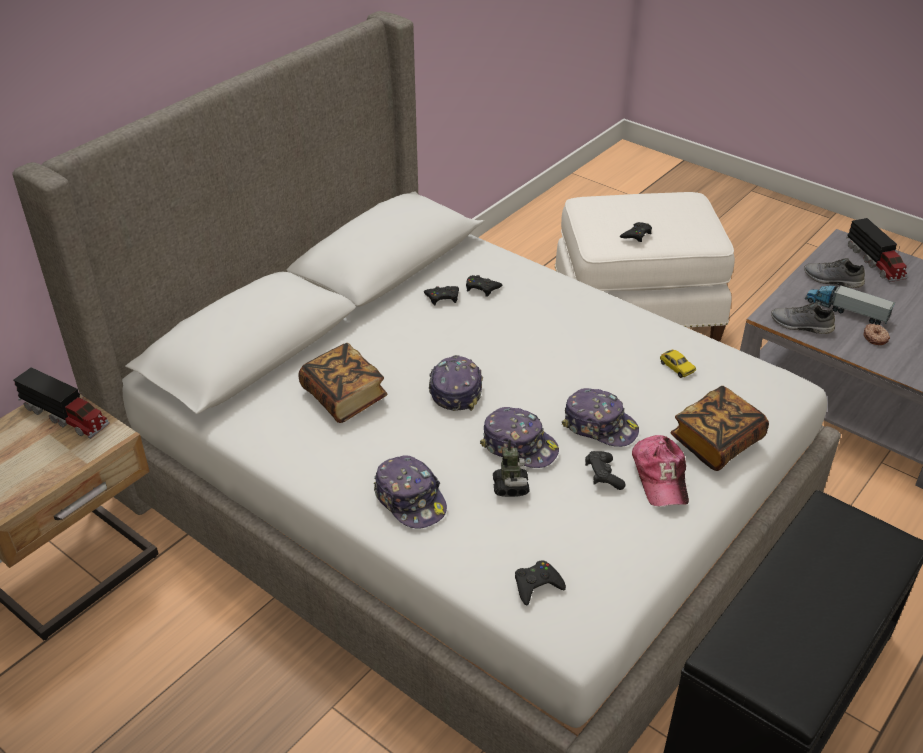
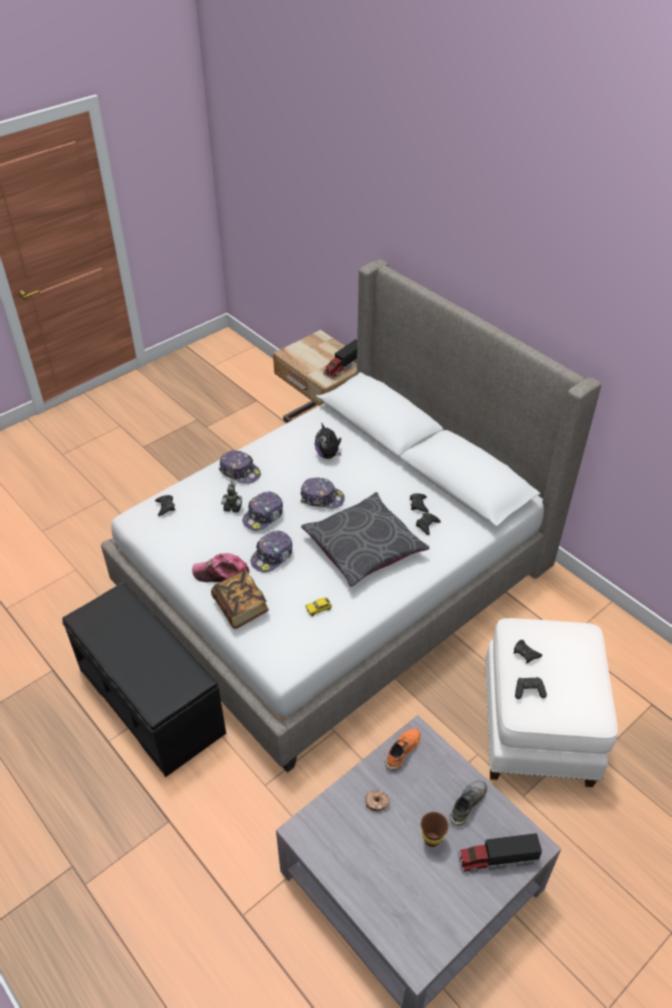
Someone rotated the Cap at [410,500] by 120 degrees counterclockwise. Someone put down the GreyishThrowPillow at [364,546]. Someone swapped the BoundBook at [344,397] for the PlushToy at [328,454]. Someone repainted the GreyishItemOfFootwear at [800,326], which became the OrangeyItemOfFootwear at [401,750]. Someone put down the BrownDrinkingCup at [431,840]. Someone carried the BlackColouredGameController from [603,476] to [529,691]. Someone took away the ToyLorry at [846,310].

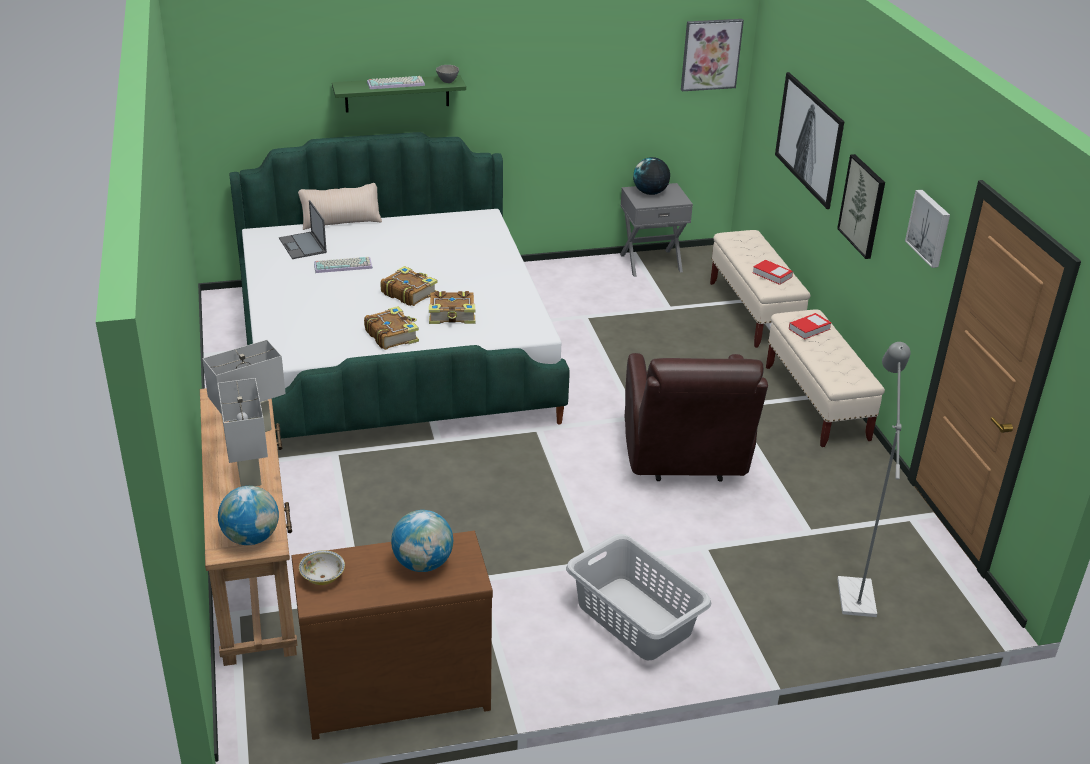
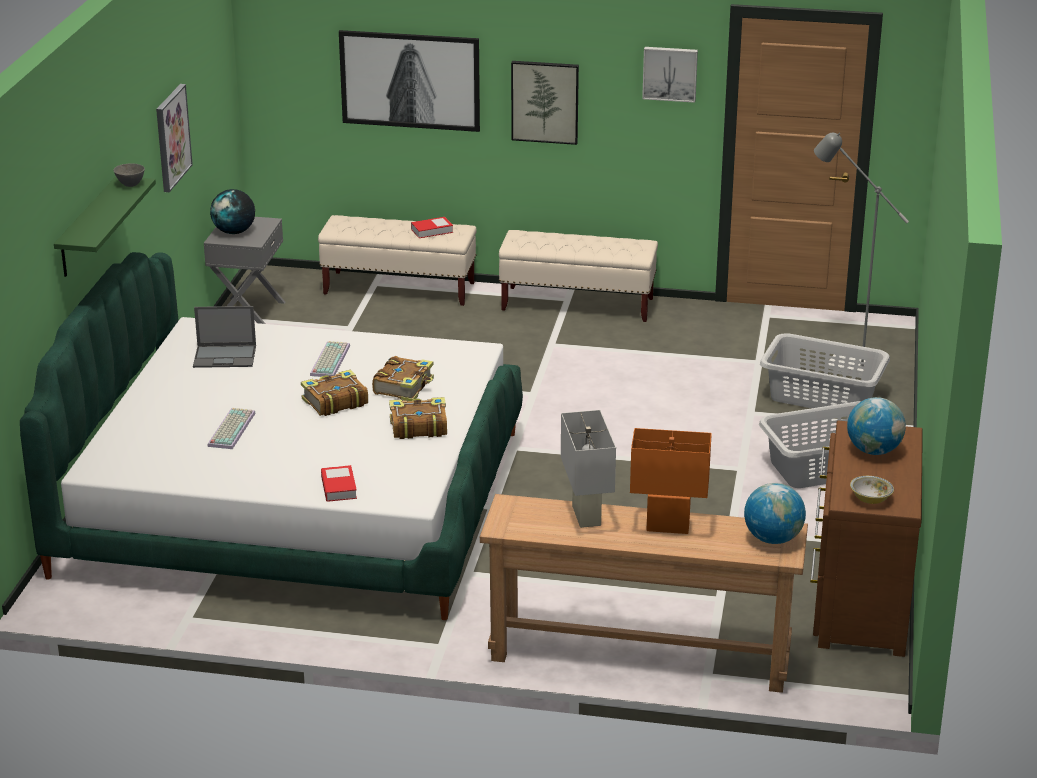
Someone carried the Picture from [711,54] to [172,137]. Someone carried the PortableComputer from [303,246] to [225,356]. Someone carried the PcKeyboard from [396,83] to [329,360]. Someone carried the BoundBook from [809,329] to [339,487]. Someone repainted the WhiteColouredTableLamp at [249,475], which became the OrangeyTableLamp at [668,527]. Someone put down the GreyishWashingBasket at [822,397]. Someone took away the BeigeThrowPillow at [341,222]. Someone took away the BrownEasyChair at [684,459].

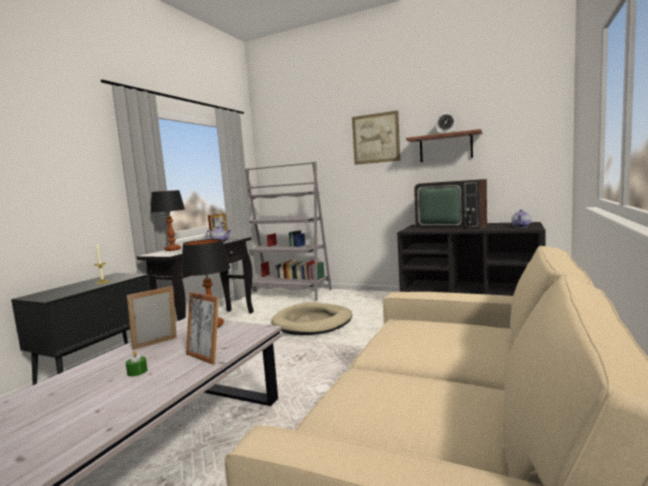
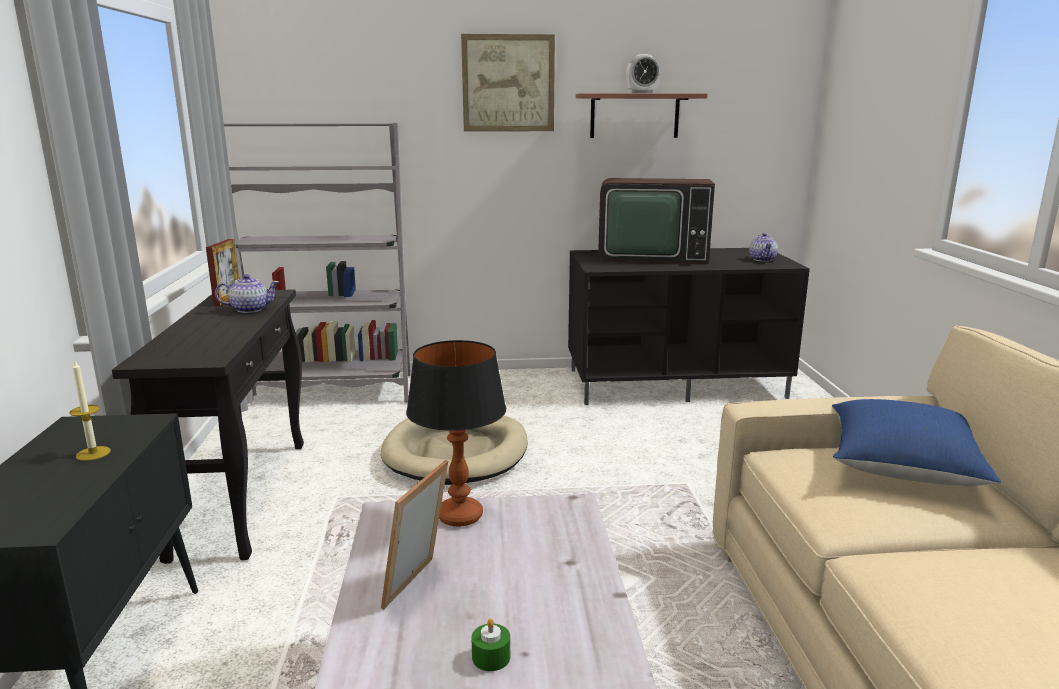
Someone put down the BlueColouredThrowPillow at [902,467]. Someone took away the TableLamp at [173,249]. Someone took away the StandingFrame at [205,357].

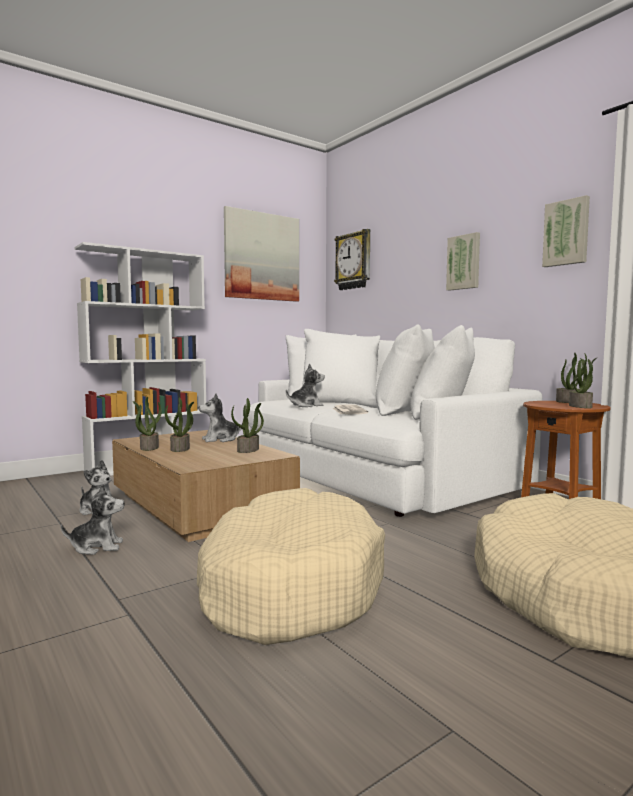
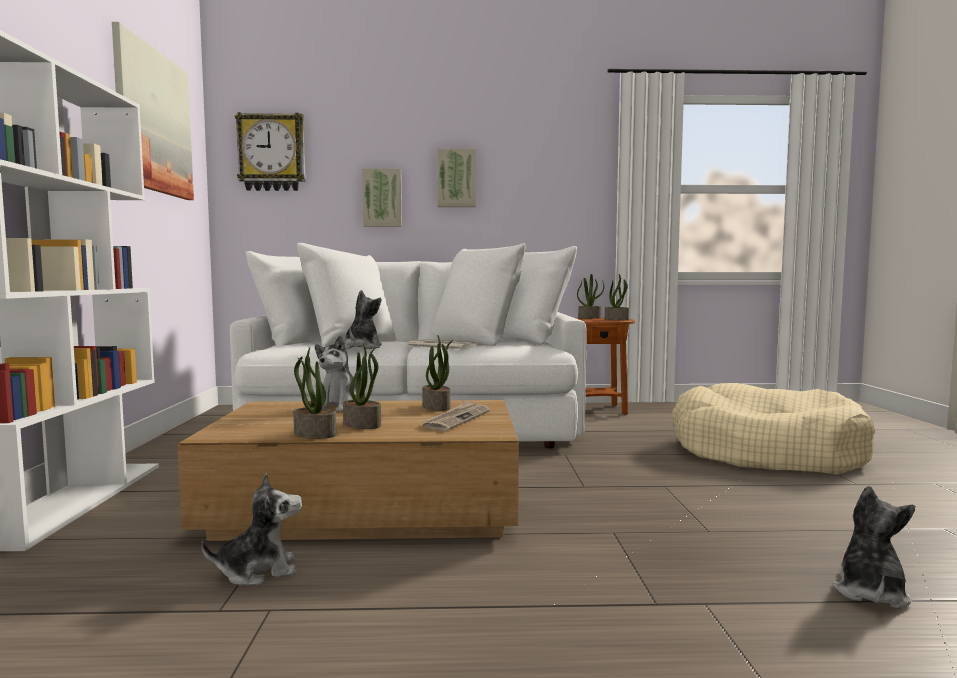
Someone carried the Picture from [566,233] to [382,198]. Someone put down the Newspaper at [456,419]. Someone carried the PlushToy from [97,547] to [870,592]. Someone took away the BeigeDogBed at [288,586].

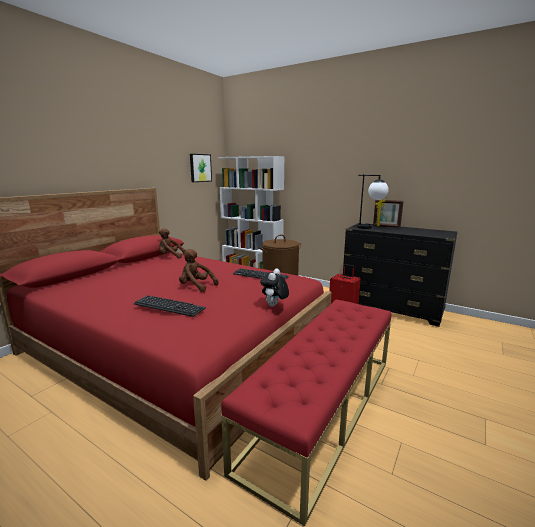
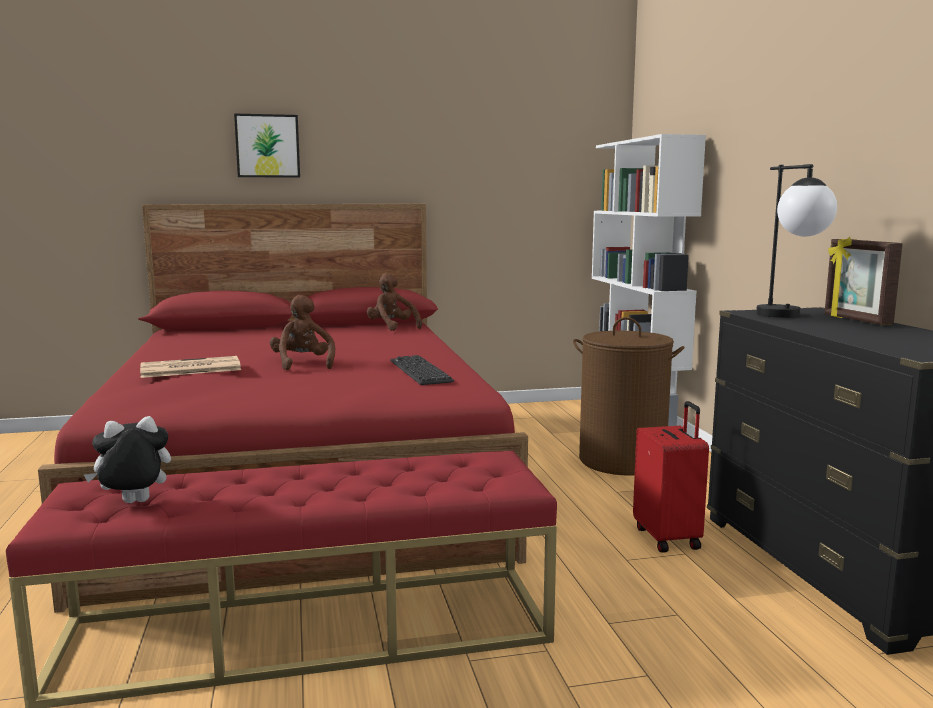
Someone carried the PlushToy from [274,306] to [134,504]. Someone swapped the PcKeyboard at [169,306] for the Newspaper at [189,369]. Someone carried the Picture from [200,168] to [267,146].

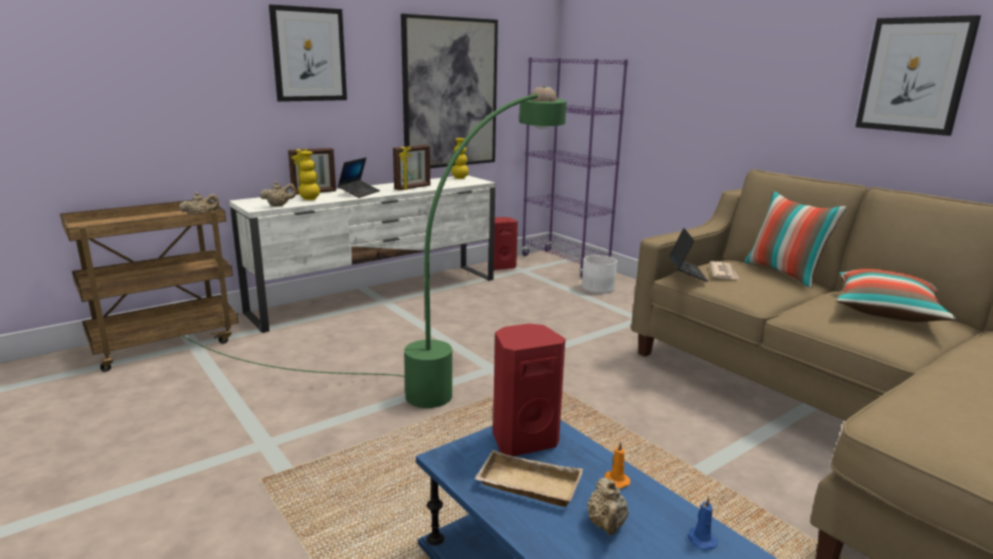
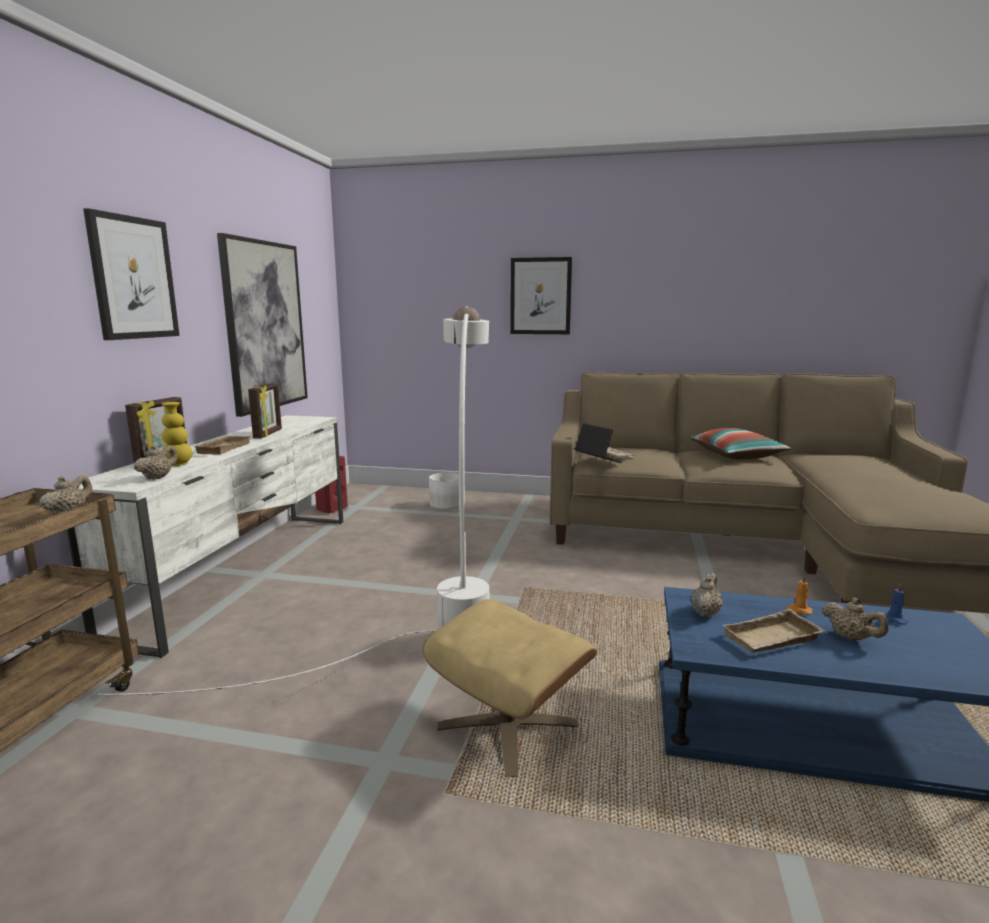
Someone repainted the GreenishStandardLamp at [447,369], which became the WhiteColouredStandardLamp at [438,610]. Someone swapped the PortableComputer at [359,193] for the BeigeCarryingTray at [222,448]. Someone put down the BeigePouffe at [508,725]. Someone carried the Picture from [914,75] to [540,296]. Someone swapped the RedAudioSpeaker at [523,440] for the BeigePotForTea at [705,612]. Someone took away the YellowColouredDecorativeVase at [460,178]. Someone took away the PurpleBookcase at [564,264]. Someone took away the ThrowPillow at [784,274].

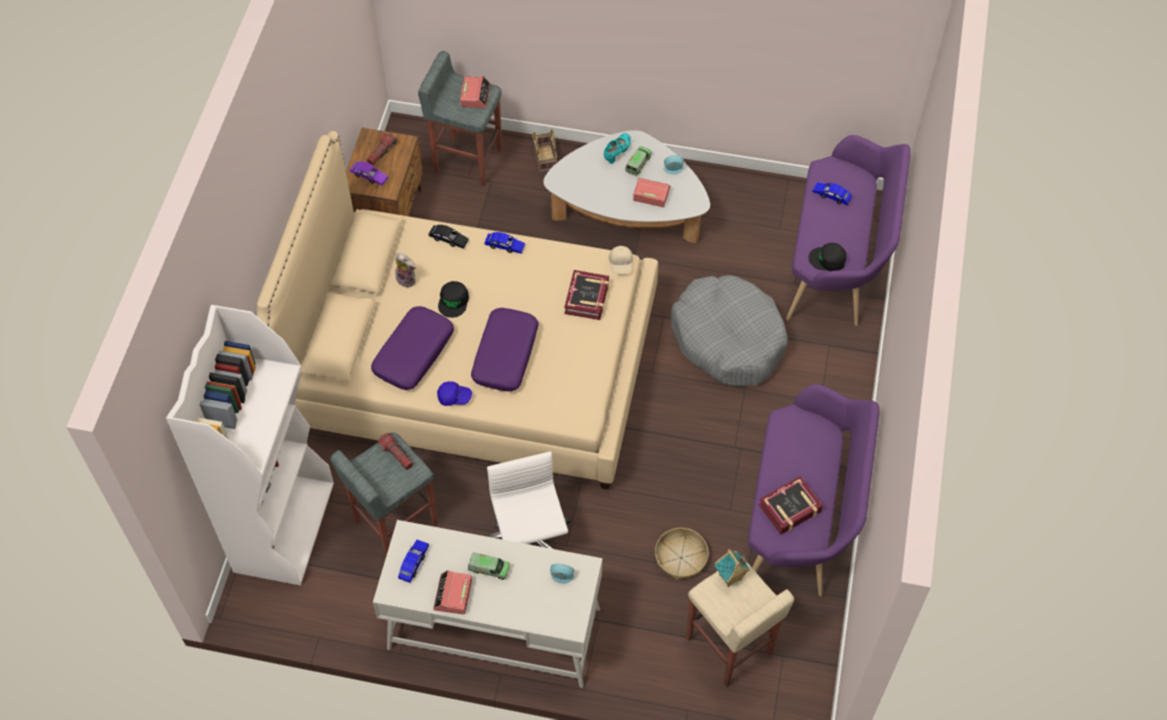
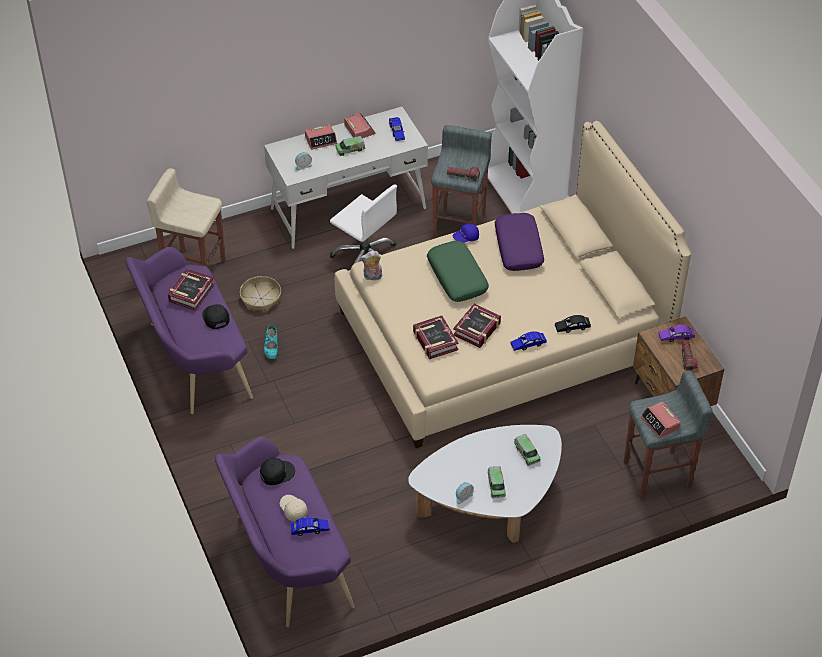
Someone carried the BlackColouredCap from [453,301] to [215,317]. Someone carried the BlueGreenItemOfFootwear from [617,152] to [271,348]. Someone carried the BeigeCap from [621,264] to [293,510]. Someone carried the TableClock from [651,194] to [321,140]. Someone carried the PlushToy from [407,279] to [372,277]. Someone repainted the PurpleThrowPillow at [505,354], which became the GreenishThrowPillow at [457,277]. Someone put down the BoundBook at [477,329]. Someone put down the ToyLorry at [527,453]. Someone took away the StorageBasket at [546,159]. Someone took away the GreyishDogBed at [728,339]. Someone took away the ModelHouse at [730,578].

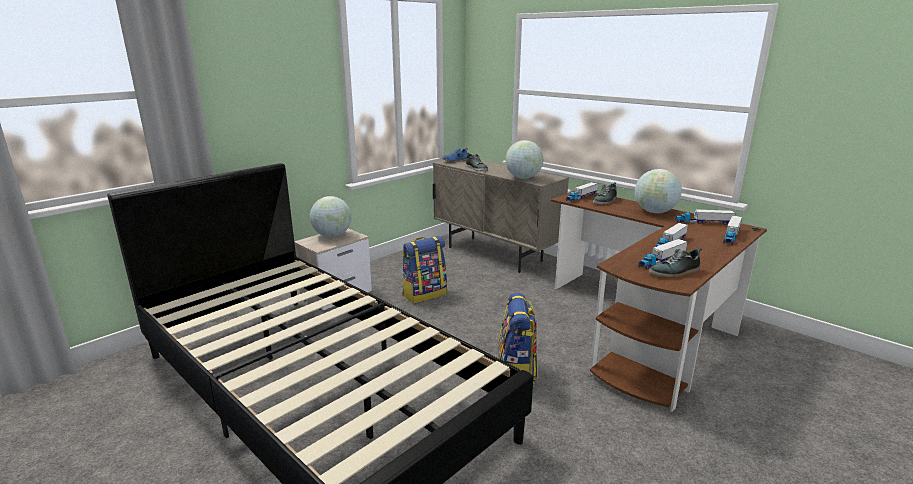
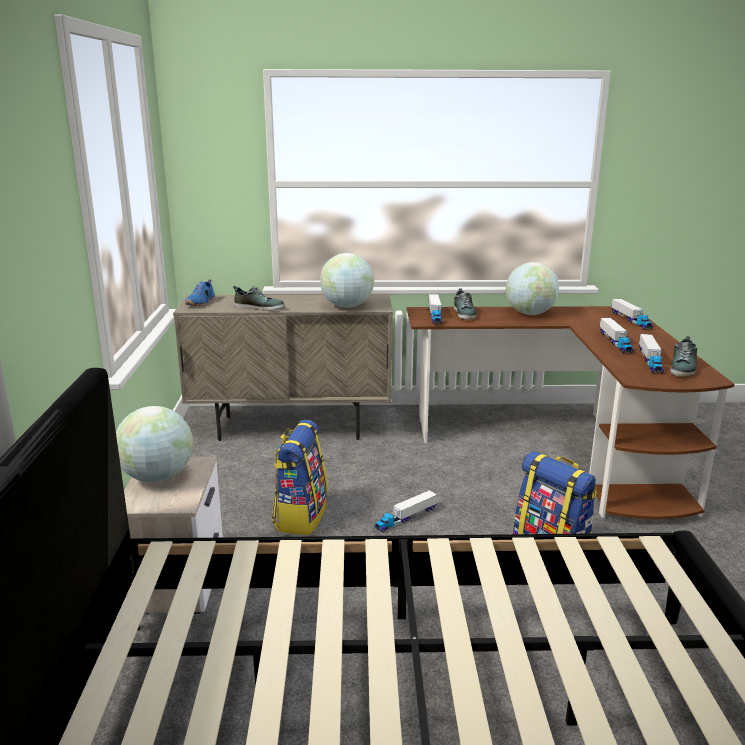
Someone carried the ToyLorry from [703,222] to [406,518].

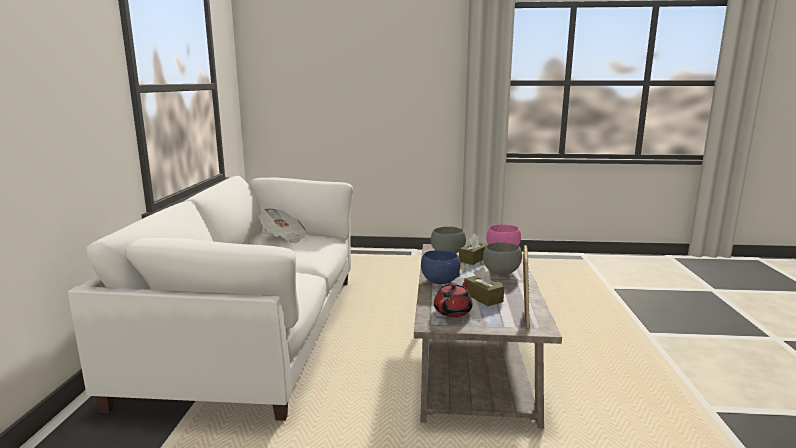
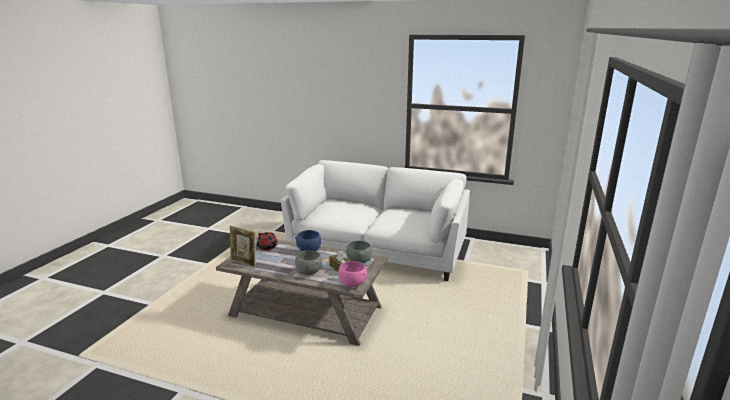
Someone took away the Newspaper at [284,237]. Someone took away the BrownBoxOfTissues at [483,297].

